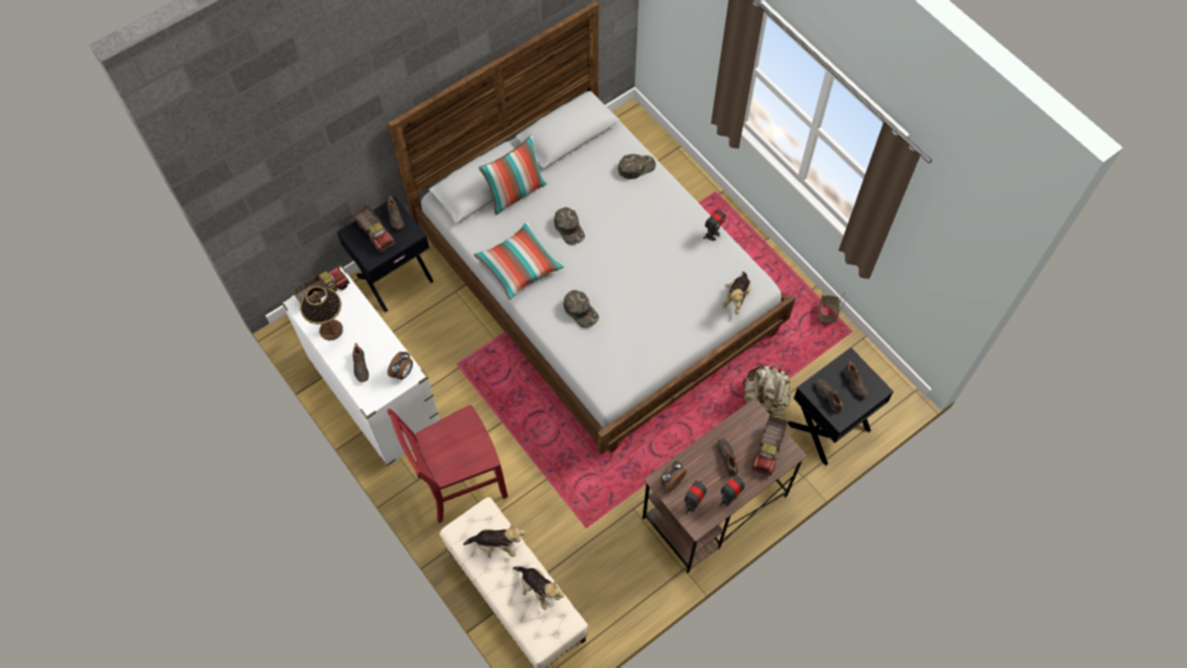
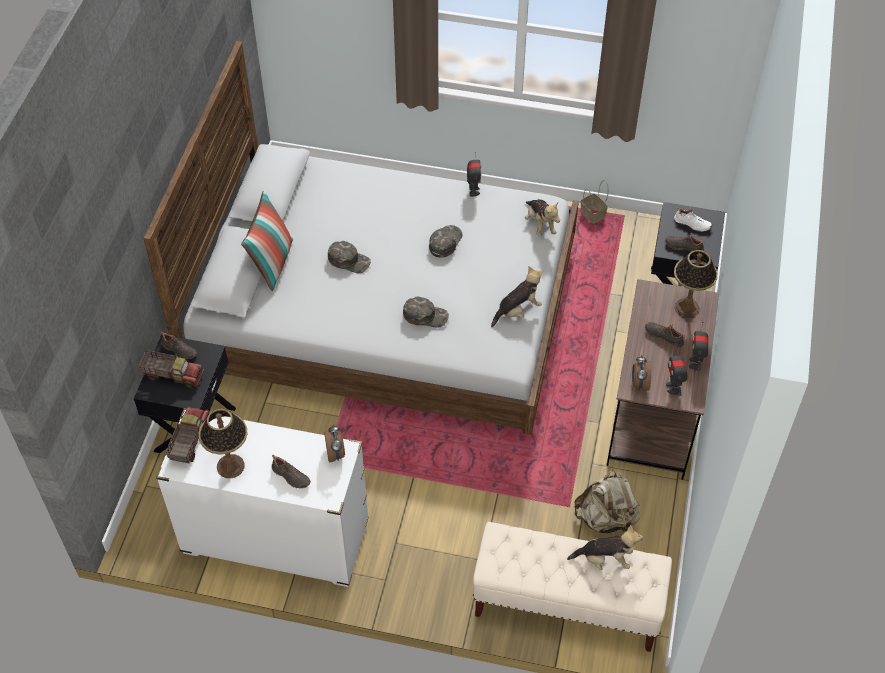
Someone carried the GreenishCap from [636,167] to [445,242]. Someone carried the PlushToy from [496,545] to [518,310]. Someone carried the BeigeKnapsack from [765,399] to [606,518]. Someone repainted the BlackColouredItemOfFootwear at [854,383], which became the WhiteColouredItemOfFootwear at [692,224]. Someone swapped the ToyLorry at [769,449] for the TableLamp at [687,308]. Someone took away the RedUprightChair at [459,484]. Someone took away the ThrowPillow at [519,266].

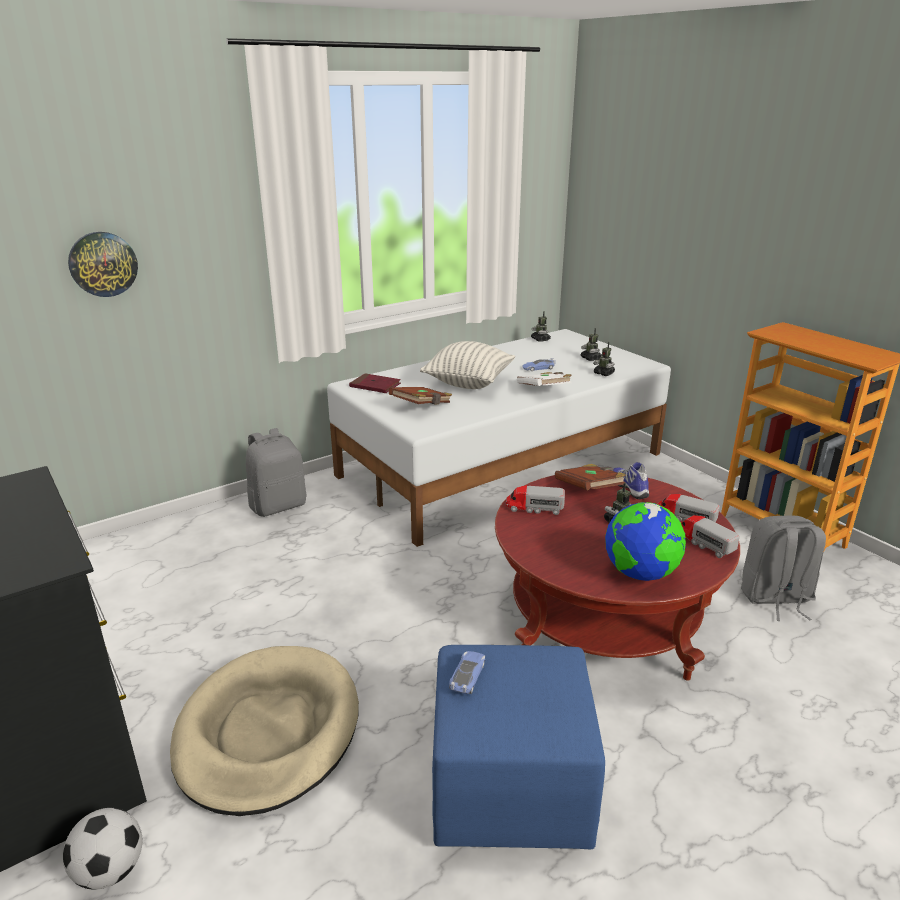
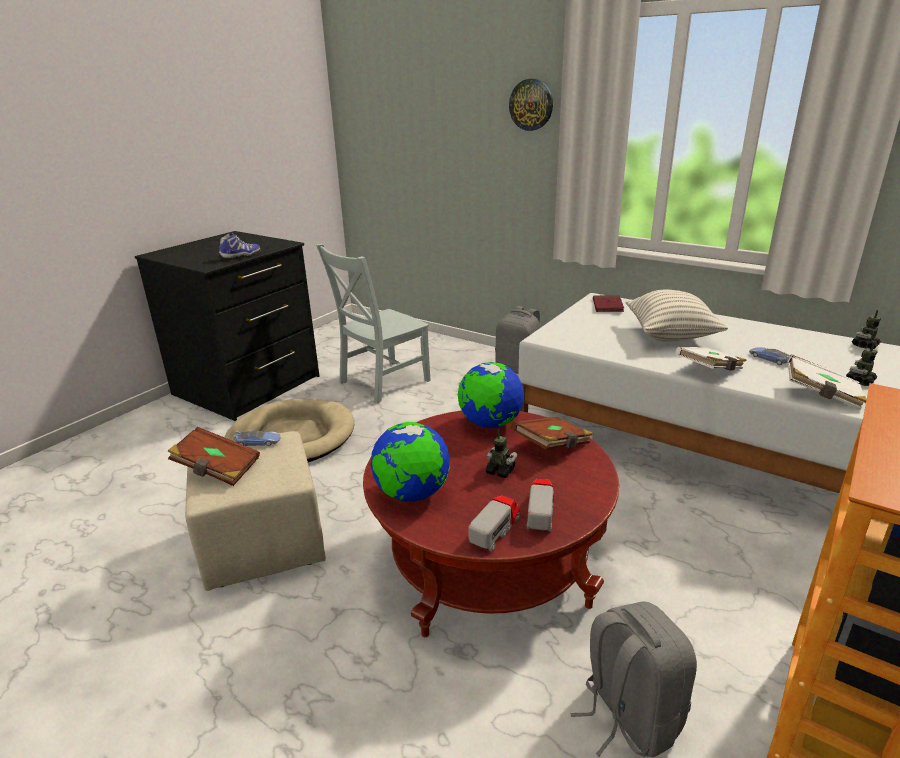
Someone carried the BrownBoundBook from [422,406] to [217,469]. Someone repainted the BlueColouredPouffe at [508,789], which became the BeigePouffe at [262,543]. Someone carried the ItemOfFootwear from [630,488] to [241,256]. Someone put down the GreyishUprightChair at [381,383]. Someone swapped the ToyLorry at [534,508] for the DeskGlobe at [490,424]. Someone carried the ClockOnTheWall from [103,264] to [531,105]. Someone swapped the ModelRobot at [603,373] for the WhiteColouredBoundBook at [821,395]. Someone took away the Football at [110,870].

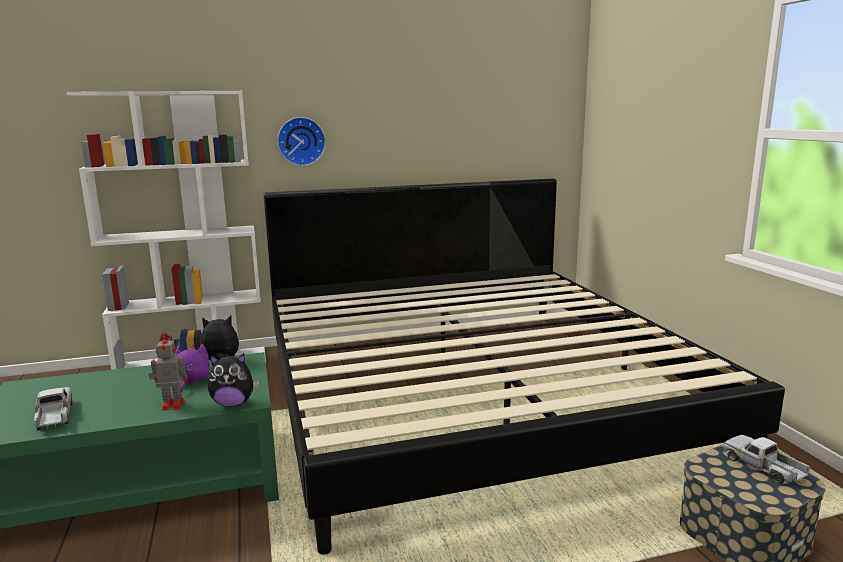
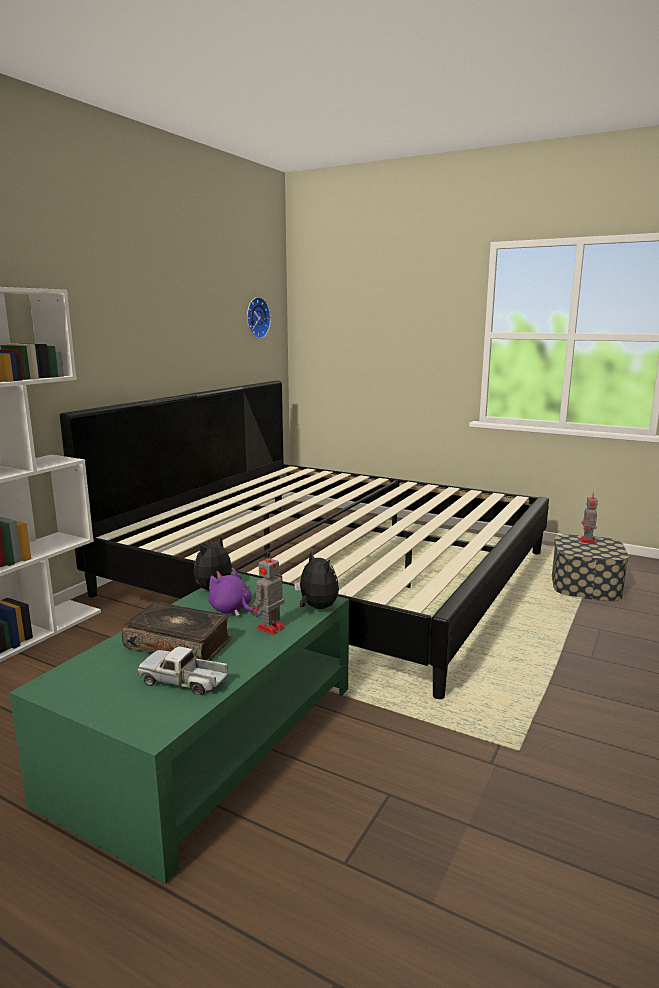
Someone put down the BoundBook at [179,643]. Someone carried the ClockOnTheWall from [301,141] to [256,318]. Someone rotated the PlushToy at [233,404] by 75 degrees counterclockwise. Someone swapped the ToyLorry at [763,468] for the ModelRobot at [587,541].

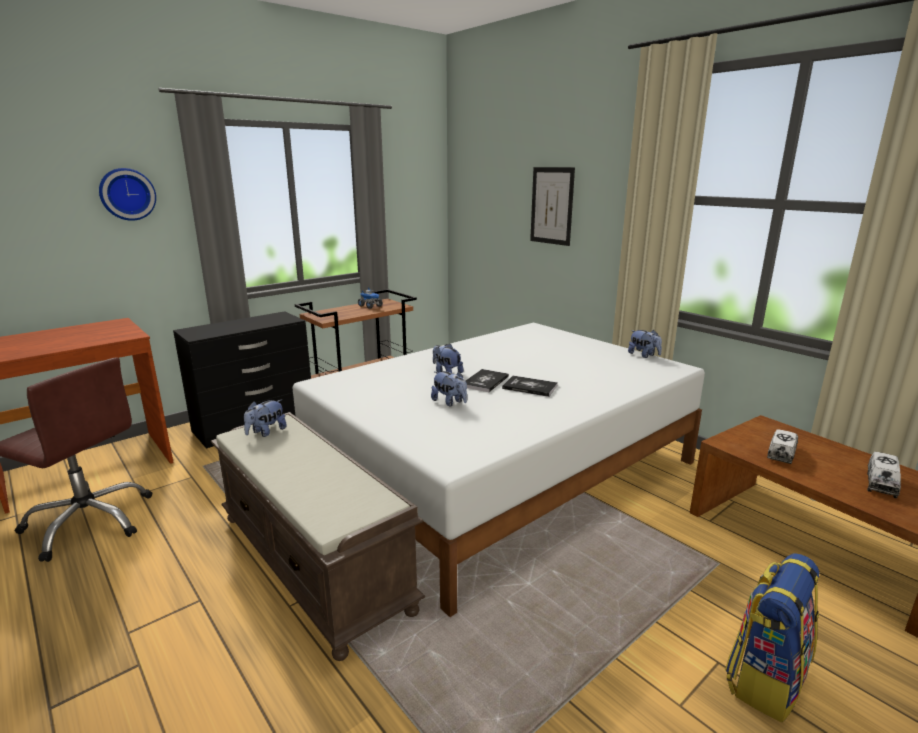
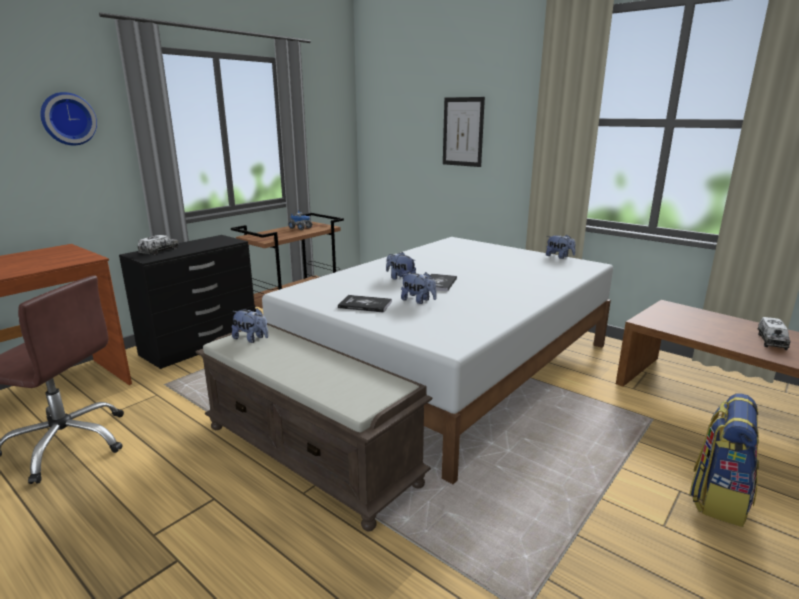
Someone carried the ToyLorry from [781,453] to [159,251]. Someone rotated the PlushToy at [266,432] by 90 degrees counterclockwise. Someone carried the BoundBook from [530,387] to [365,305].

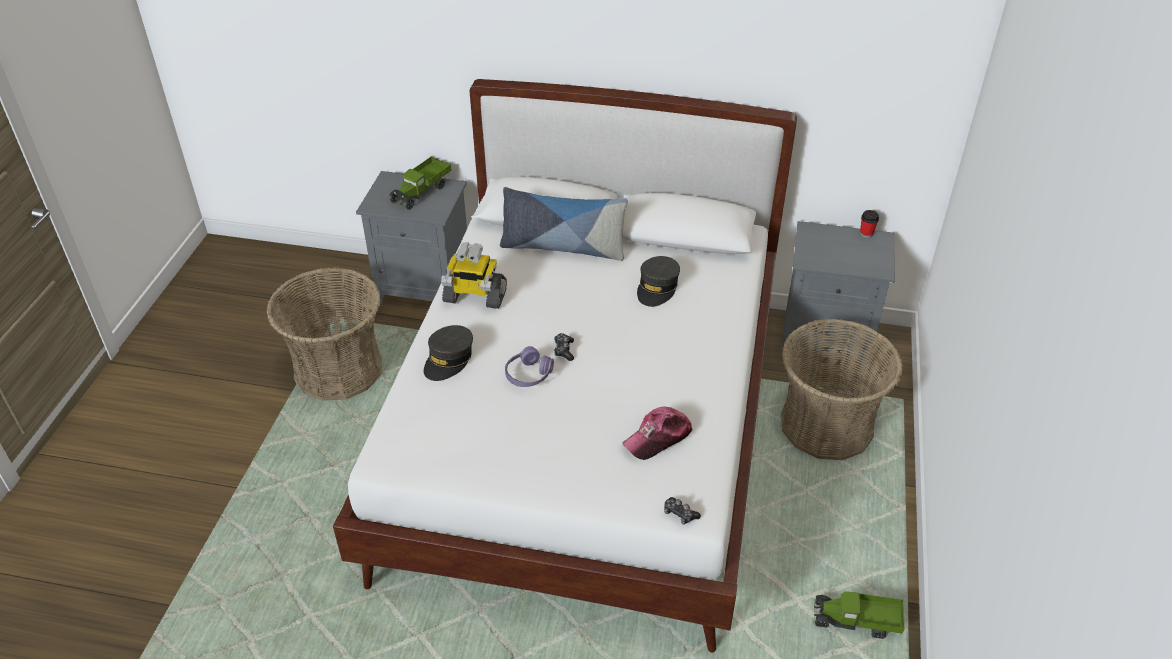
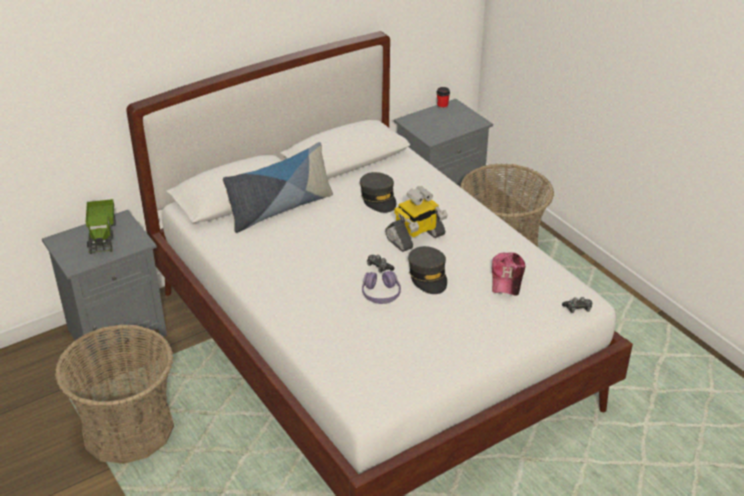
Someone carried the ModelRobot from [474,297] to [415,237]. Someone carried the GreyishCap from [449,360] to [428,276]. Someone took away the ToyLorry at [856,622].

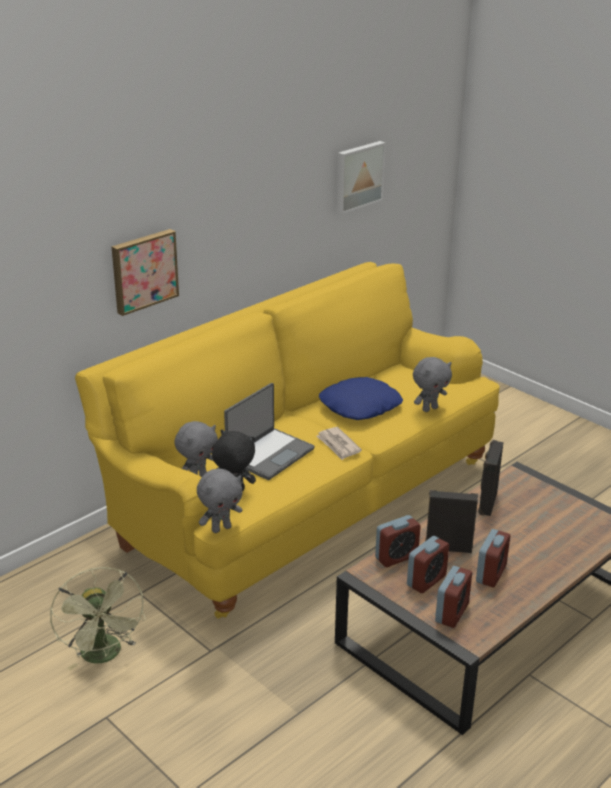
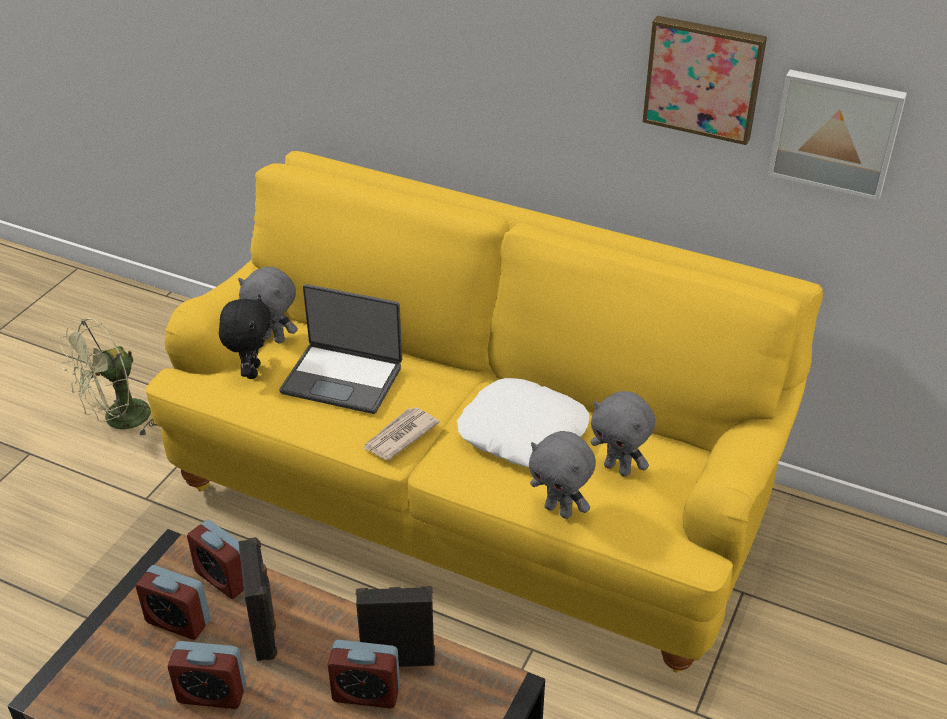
Someone carried the TableClock from [452,613] to [366,693]. Someone repainted the BlueColouredThrowPillow at [359,406], which became the WhiteColouredThrowPillow at [523,432]. Someone carried the GreyishPlushToy from [221,528] to [618,469]. Someone carried the Picture from [143,270] to [704,78].

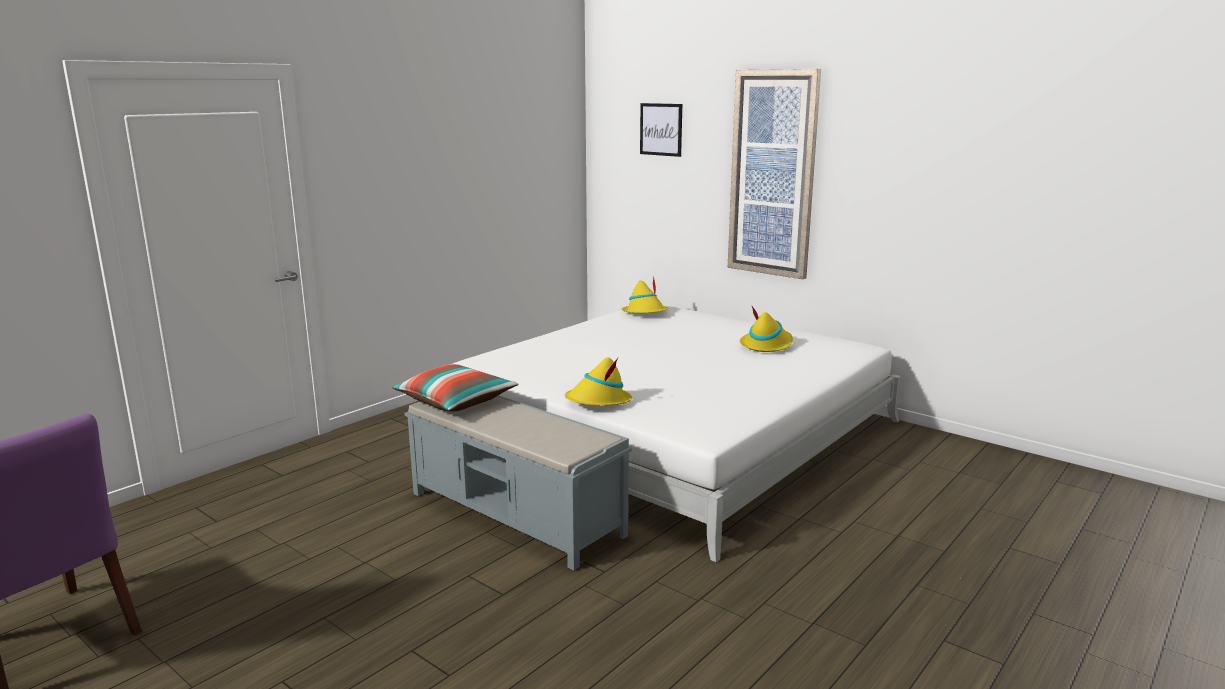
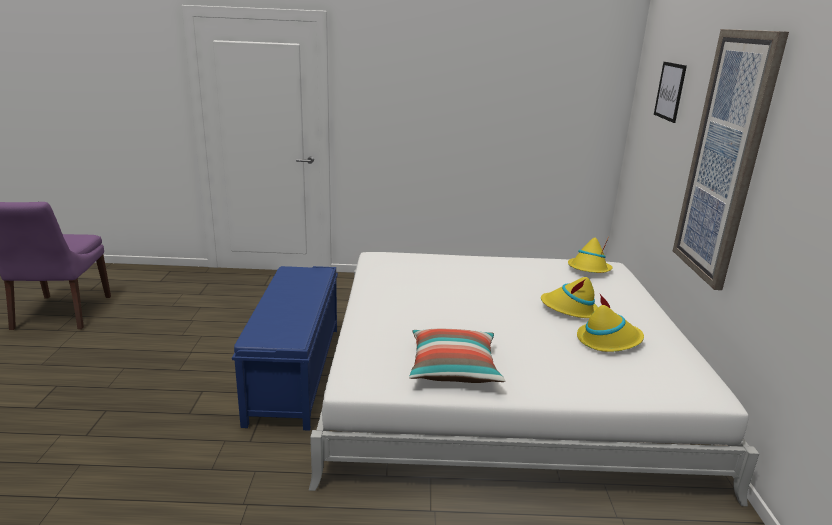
Someone repainted the GreyishIndoorBench at [517,514], which became the BlueColouredIndoorBench at [295,373]. Someone carried the ThrowPillow from [455,402] to [453,368]. Someone carried the YellowColouredWearableHat from [598,401] to [569,309].

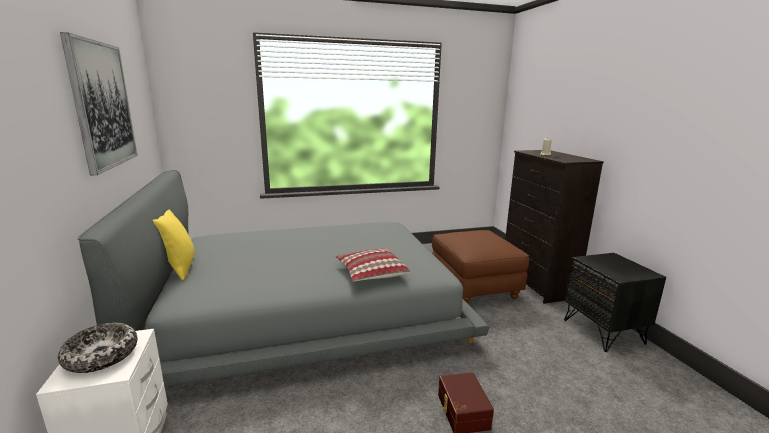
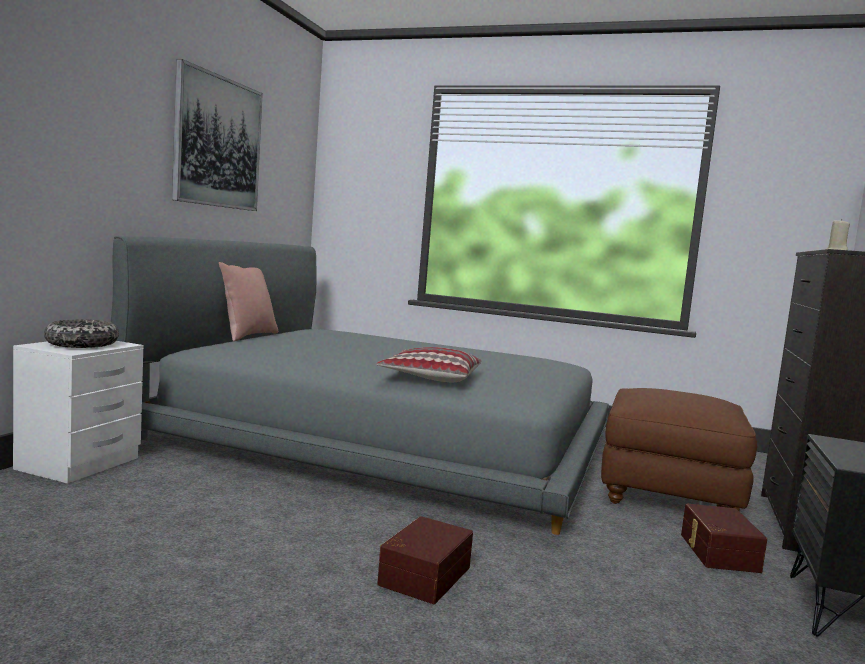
Someone repainted the YellowColouredThrowPillow at [178,267], which became the PinkThrowPillow at [247,336]. Someone put down the BrownStorageBox at [717,552].

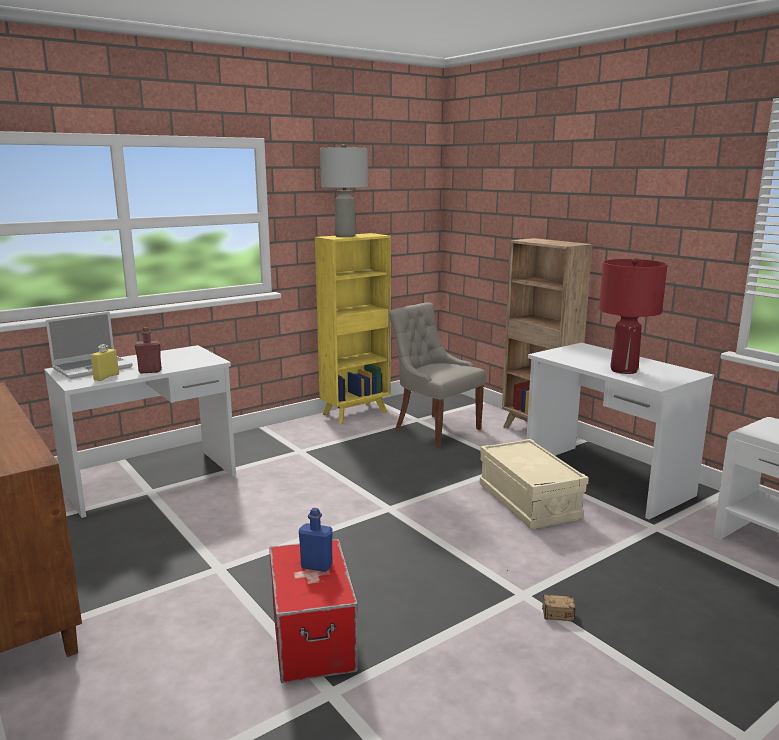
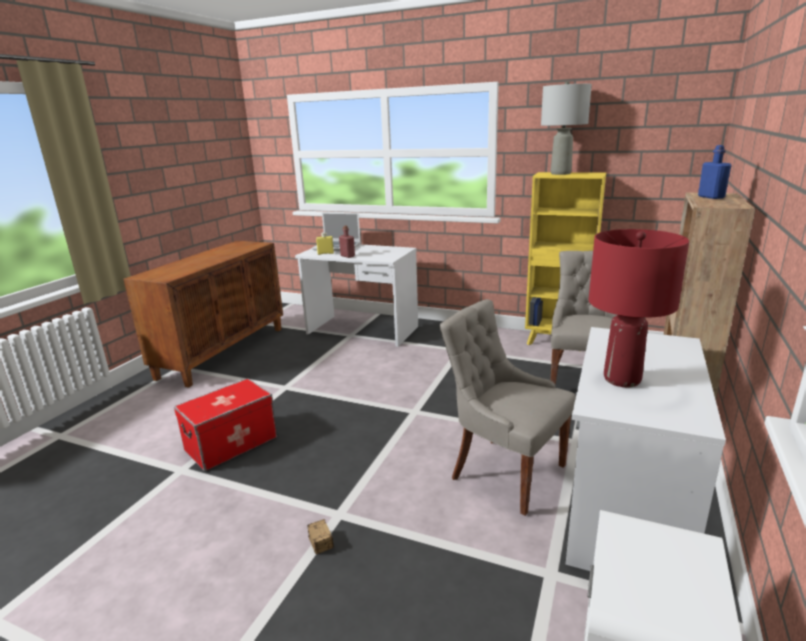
Someone swapped the BeigeStorageBox at [528,502] for the GreyishUprightChair at [505,471]. Someone carried the BlueColouredBottle from [316,566] to [711,197].

